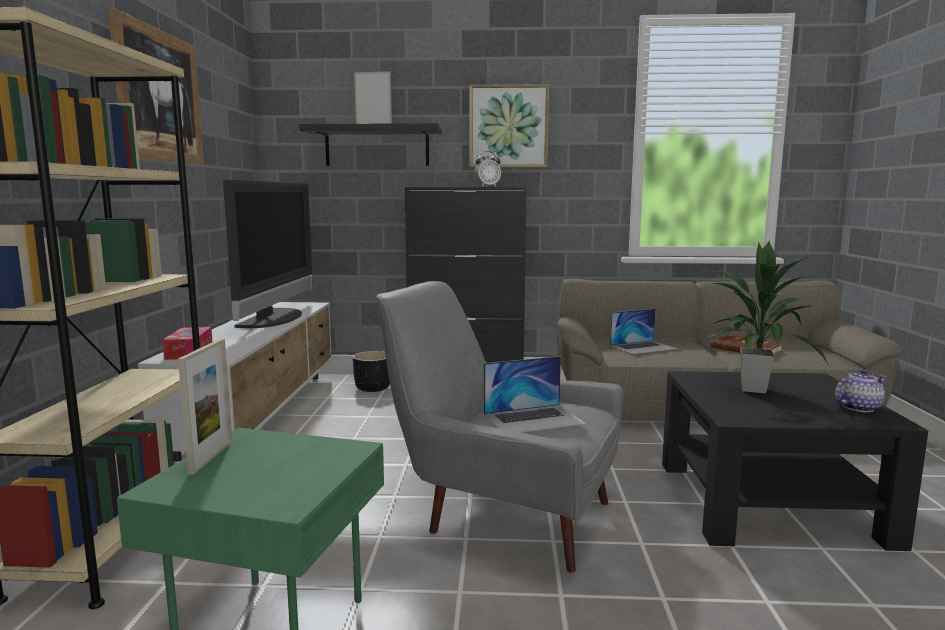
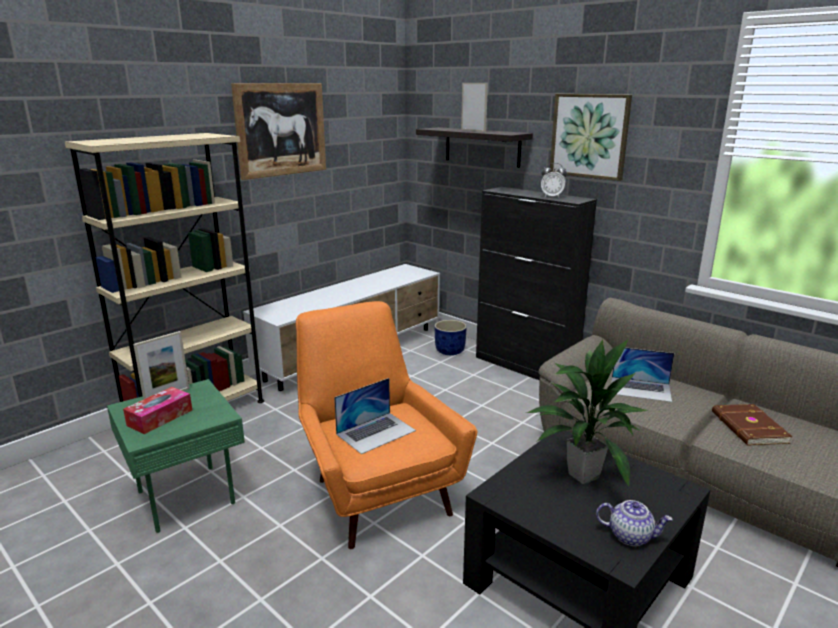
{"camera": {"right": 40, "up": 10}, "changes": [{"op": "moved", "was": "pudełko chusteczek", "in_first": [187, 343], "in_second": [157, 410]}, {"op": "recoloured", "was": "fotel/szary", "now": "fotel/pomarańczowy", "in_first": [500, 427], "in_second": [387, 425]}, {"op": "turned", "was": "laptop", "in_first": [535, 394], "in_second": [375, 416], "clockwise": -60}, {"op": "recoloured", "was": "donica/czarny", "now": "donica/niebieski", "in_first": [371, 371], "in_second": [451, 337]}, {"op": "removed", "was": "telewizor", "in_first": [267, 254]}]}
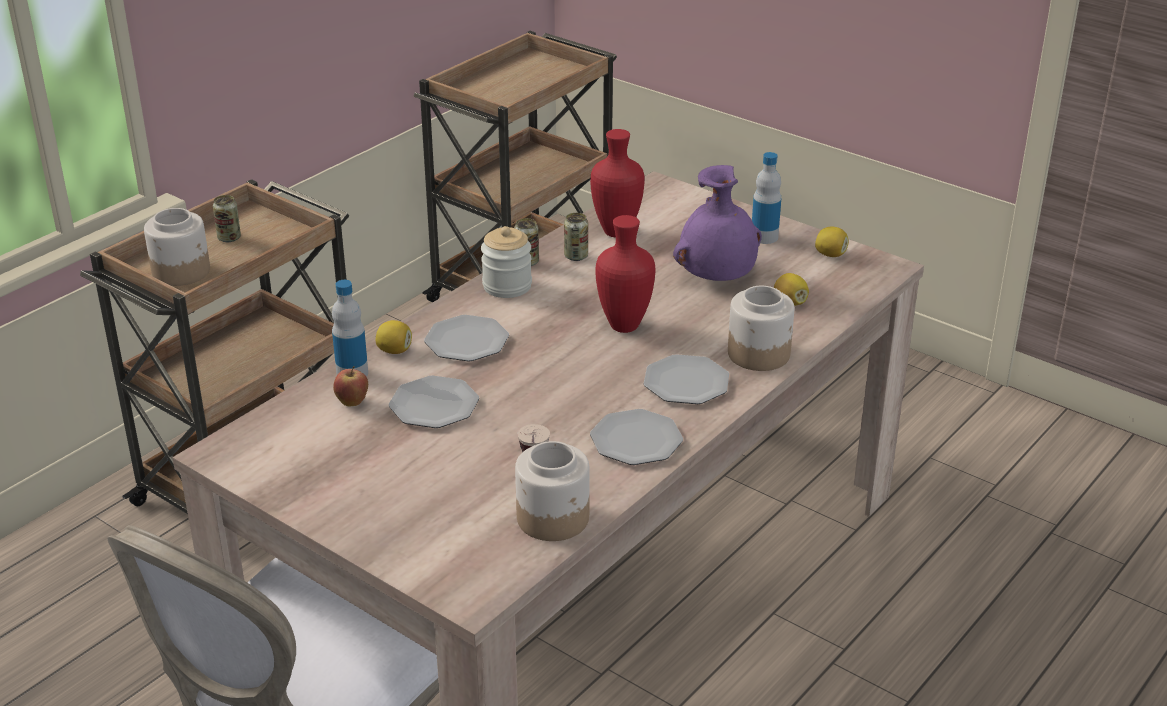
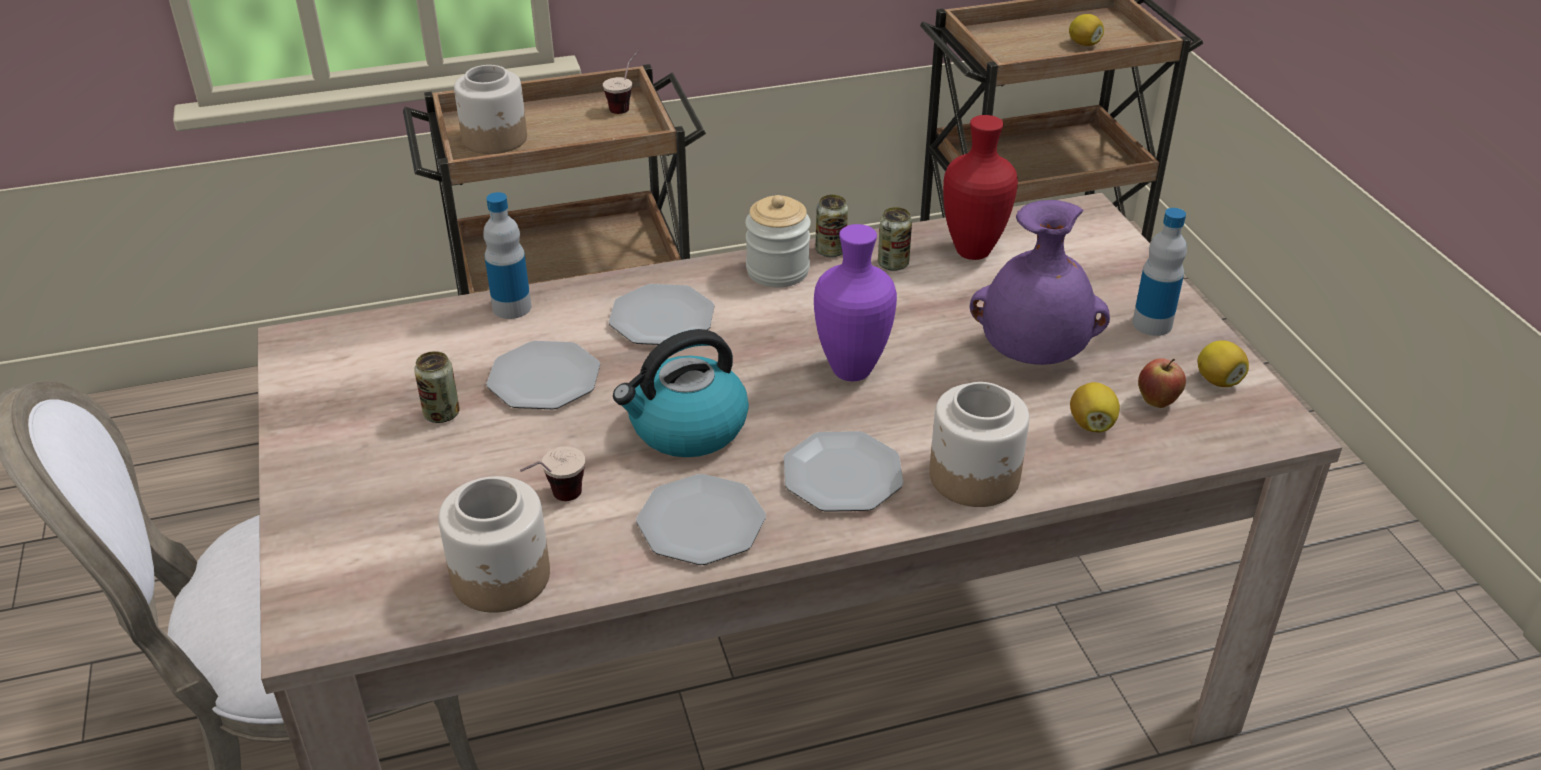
{"camera": {"right": 35, "up": 5}, "changes": [{"op": "moved", "was": "puszka", "in_first": [227, 218], "in_second": [437, 387]}, {"op": "added", "now": "filiżanka", "in_second": [621, 82]}, {"op": "added", "now": "czajnik", "in_second": [681, 393]}, {"op": "recoloured", "was": "wazon/czerwony", "now": "wazon/fioletowy", "in_first": [625, 274], "in_second": [855, 302]}, {"op": "moved", "was": "cytryna", "in_first": [393, 337], "in_second": [1086, 30]}, {"op": "moved", "was": "jabłko", "in_first": [350, 386], "in_second": [1162, 383]}]}
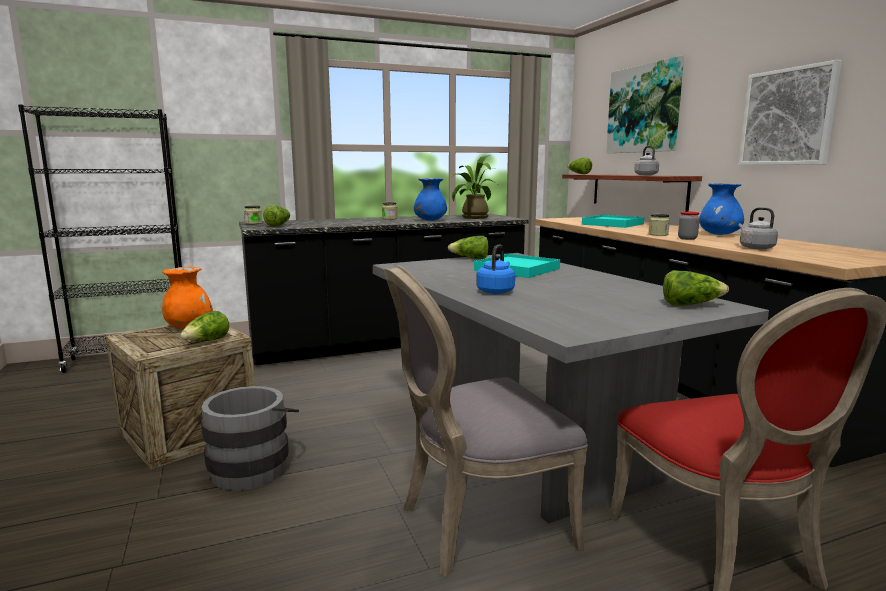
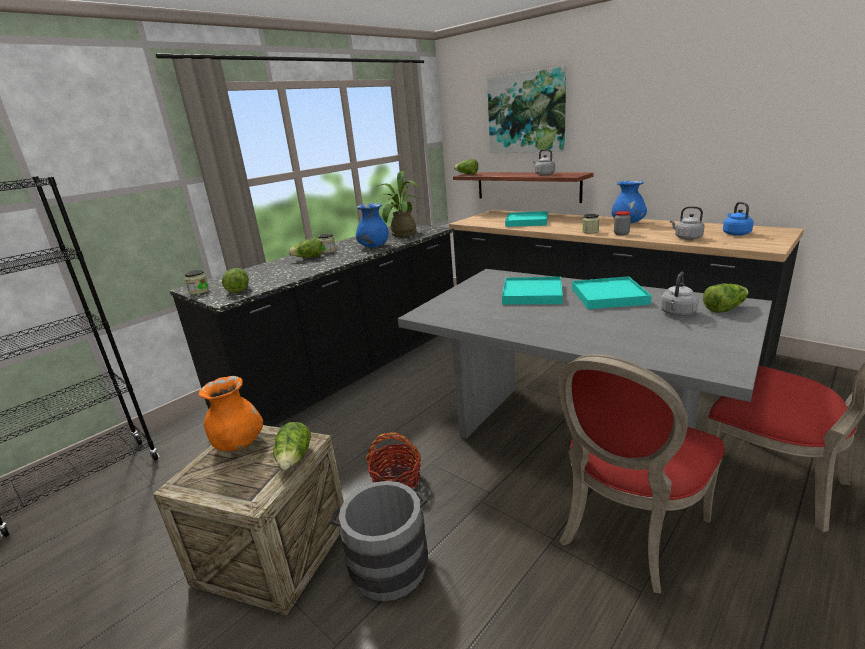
{"camera": {"right": -25, "up": 10}, "changes": [{"op": "moved", "was": "sałata", "in_first": [468, 247], "in_second": [305, 248]}, {"op": "added", "now": "koszyk", "in_second": [393, 460]}, {"op": "recoloured", "was": "krzesło/szary", "now": "krzesło/czerwony", "in_first": [486, 421], "in_second": [642, 473]}, {"op": "added", "now": "taca/turkusowy", "in_second": [612, 292]}, {"op": "added", "now": "czajnik/szary", "in_second": [679, 294]}, {"op": "moved", "was": "czajnik/niebieski", "in_first": [495, 269], "in_second": [738, 219]}, {"op": "removed", "was": "obraz", "in_first": [790, 112]}]}
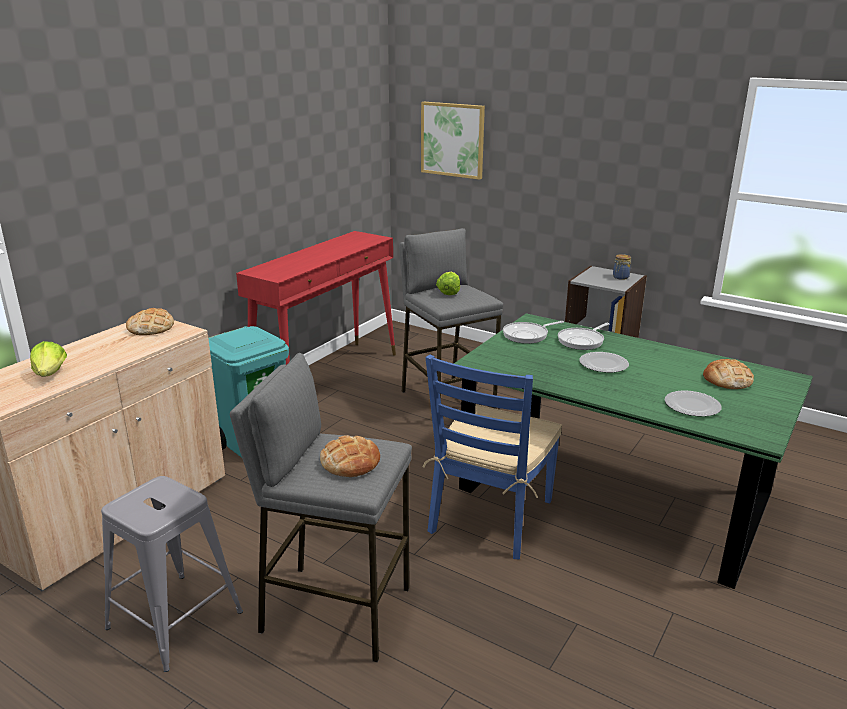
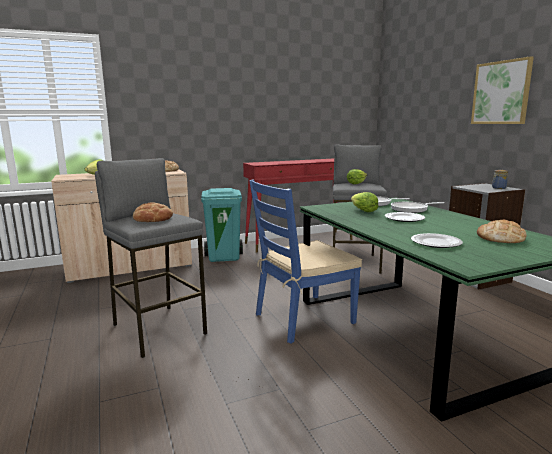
{"camera": {"right": 35, "up": -10}, "changes": [{"op": "added", "now": "sałata", "in_second": [364, 202]}, {"op": "moved", "was": "obraz", "in_first": [453, 141], "in_second": [502, 90]}, {"op": "removed", "was": "stołek/szary", "in_first": [172, 574]}]}
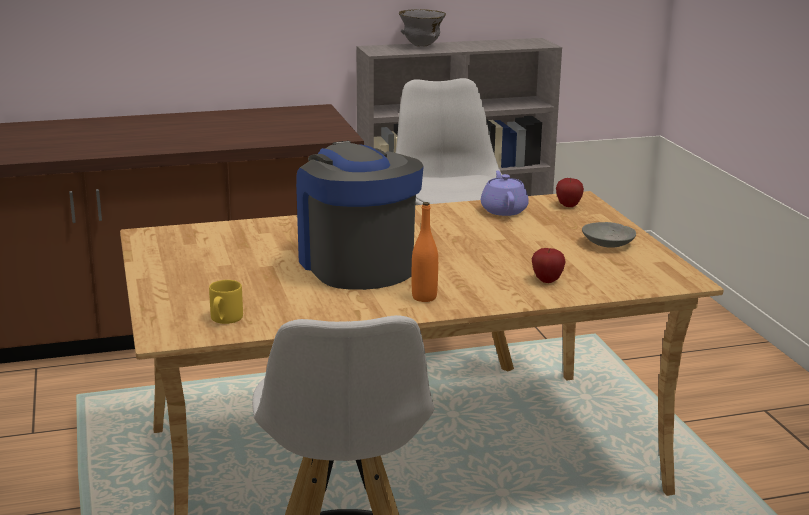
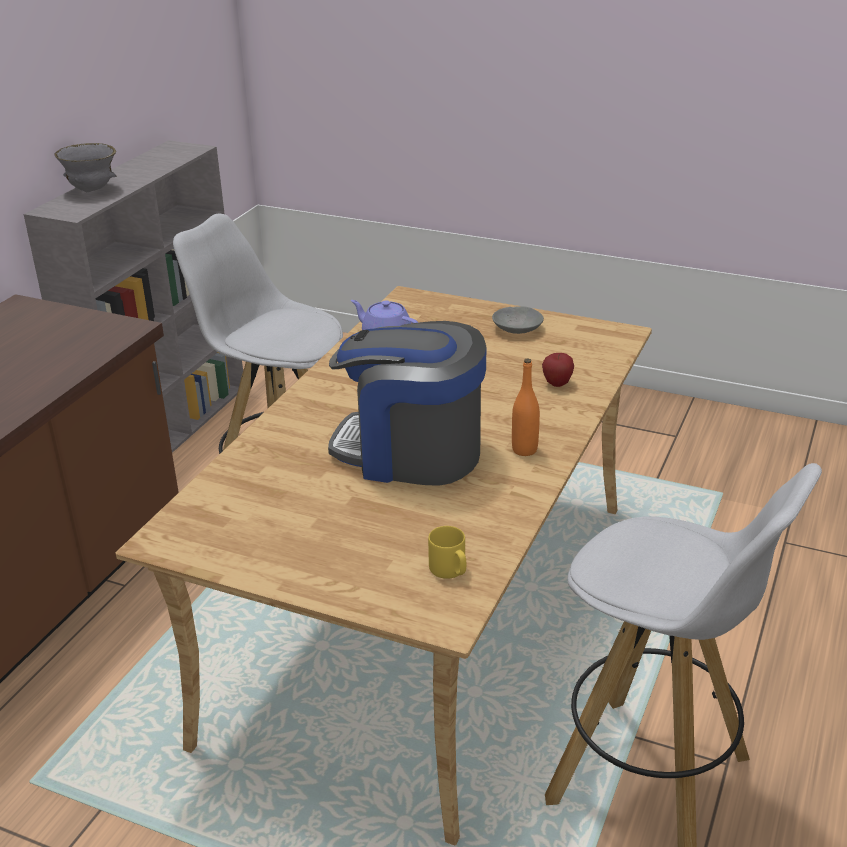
{"camera": {"right": -50, "up": 10}, "changes": [{"op": "removed", "was": "jabłko", "in_first": [570, 192]}]}
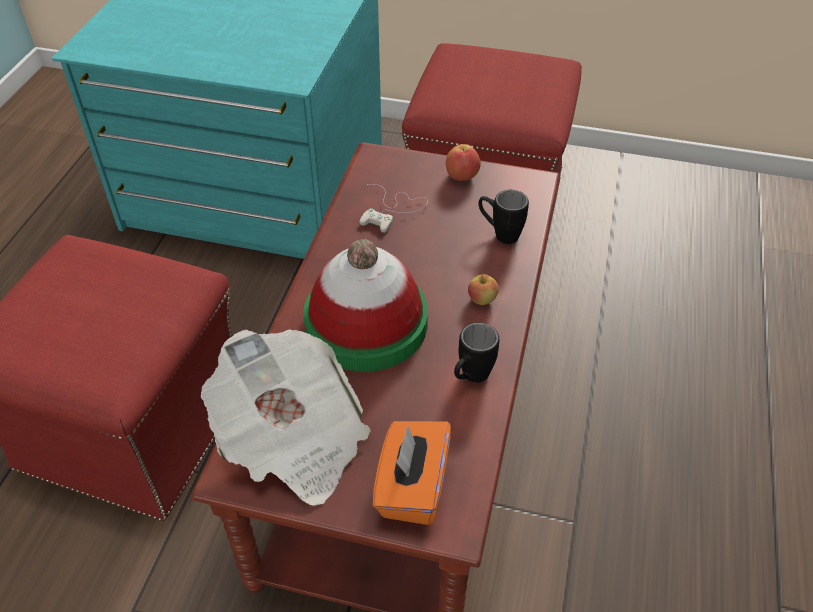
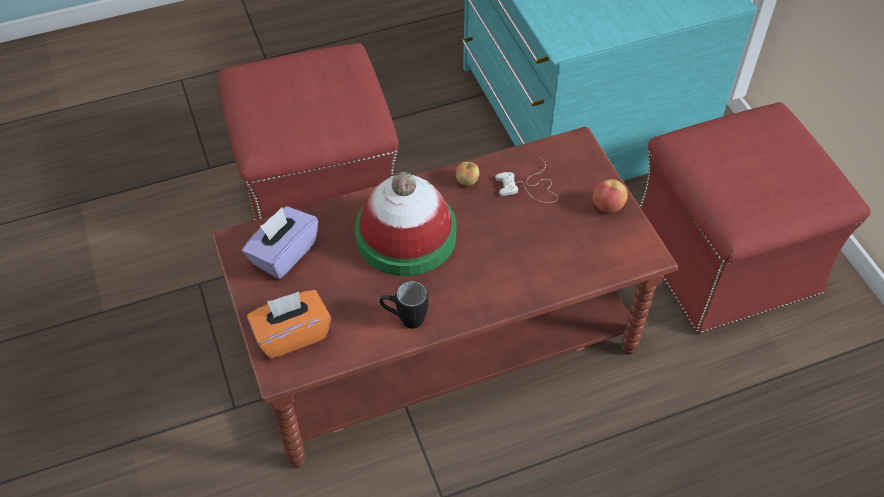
{"camera": {"right": 55, "up": 5}, "changes": [{"op": "replaced", "was": "gazeta", "now": "pudełko chusteczek/fioletowy", "in_first": [286, 417], "in_second": [280, 242]}, {"op": "moved", "was": "jabłko", "in_first": [483, 289], "in_second": [468, 173]}, {"op": "removed", "was": "kubek/czarny", "in_first": [504, 217]}]}
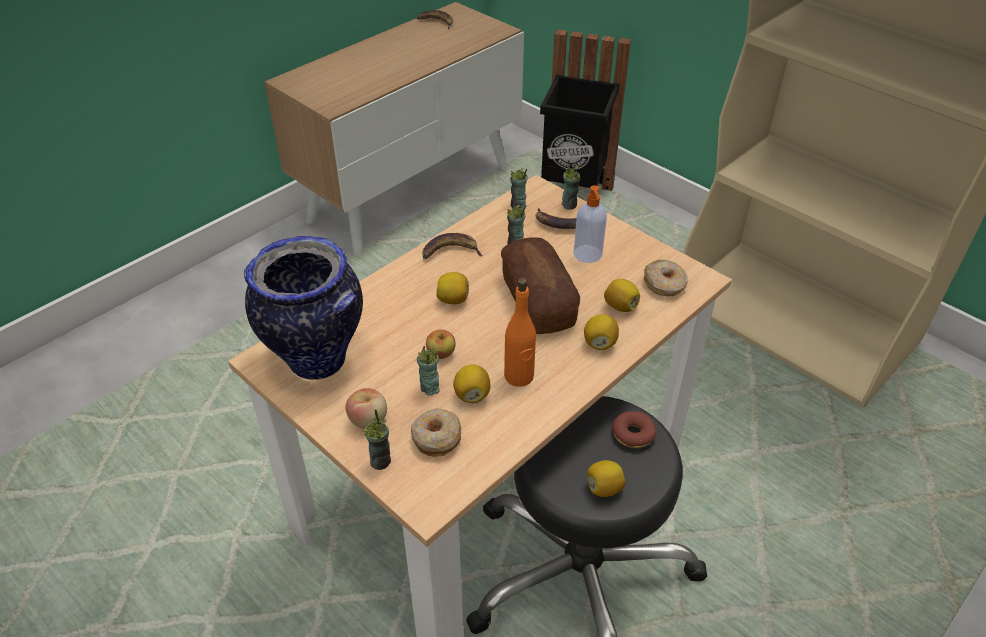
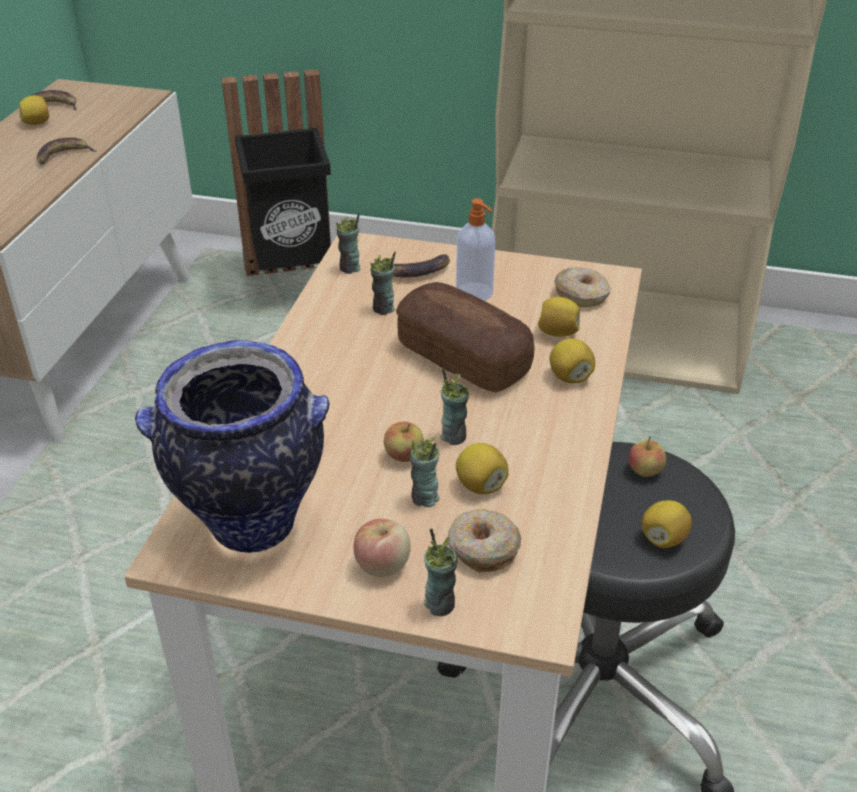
{"camera": {"right": -30, "up": -5}, "changes": [{"op": "moved", "was": "cytryna", "in_first": [453, 288], "in_second": [34, 110]}, {"op": "moved", "was": "banan", "in_first": [452, 246], "in_second": [66, 151]}, {"op": "moved", "was": "filiżanka", "in_first": [571, 185], "in_second": [454, 407]}, {"op": "replaced", "was": "donut", "now": "jabłko", "in_first": [633, 429], "in_second": [647, 456]}, {"op": "removed", "was": "butelka/pomarańczowy", "in_first": [520, 332]}]}
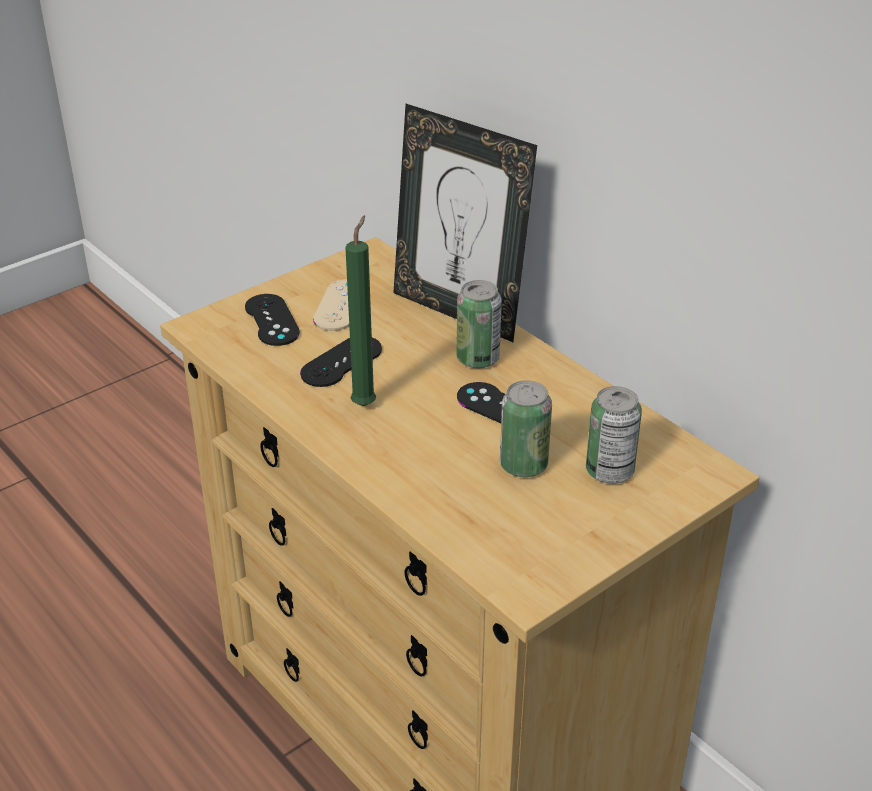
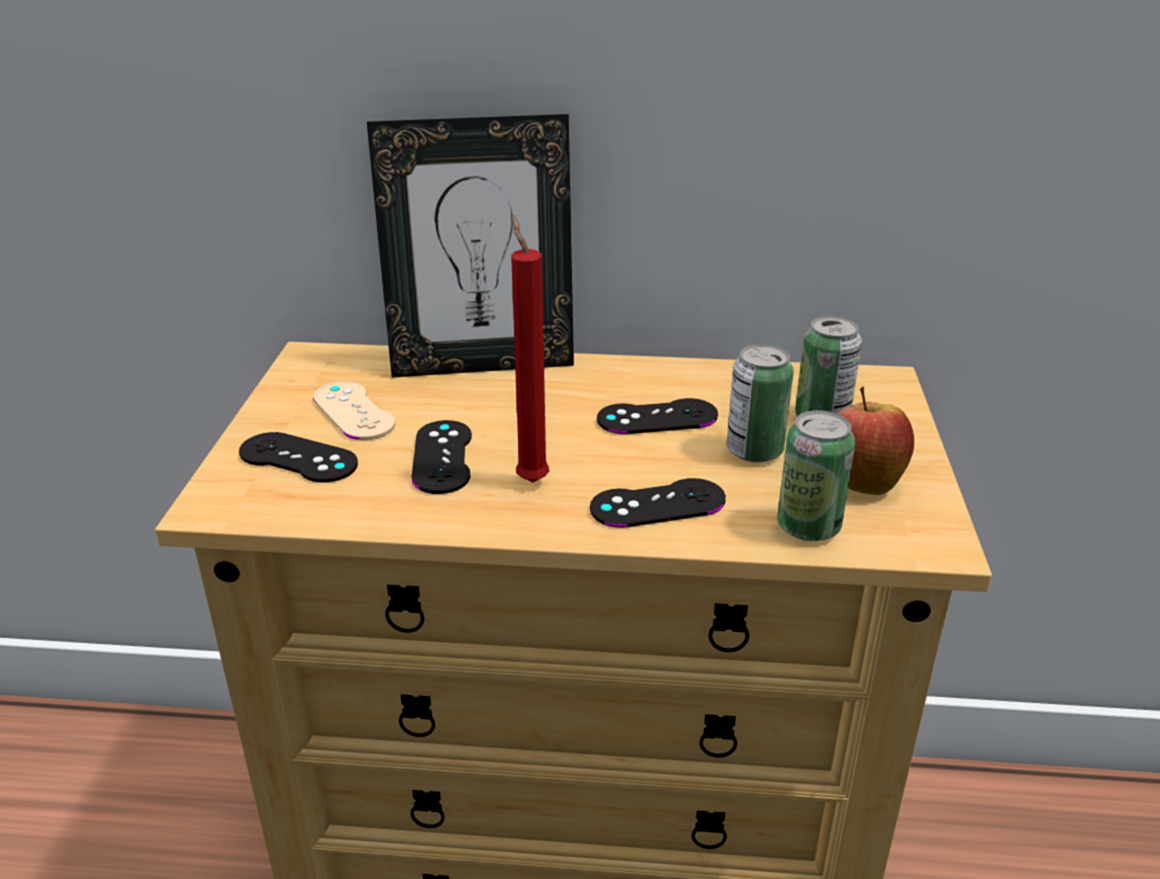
{"camera": {"right": -45, "up": -5}, "changes": [{"op": "recoloured", "was": "świeca/zielony", "now": "świeca/czerwony", "in_first": [360, 310], "in_second": [530, 348]}, {"op": "added", "now": "pad do gier/czarny", "in_second": [658, 503]}, {"op": "moved", "was": "puszka", "in_first": [479, 324], "in_second": [816, 475]}, {"op": "added", "now": "jabłko", "in_second": [875, 440]}]}
